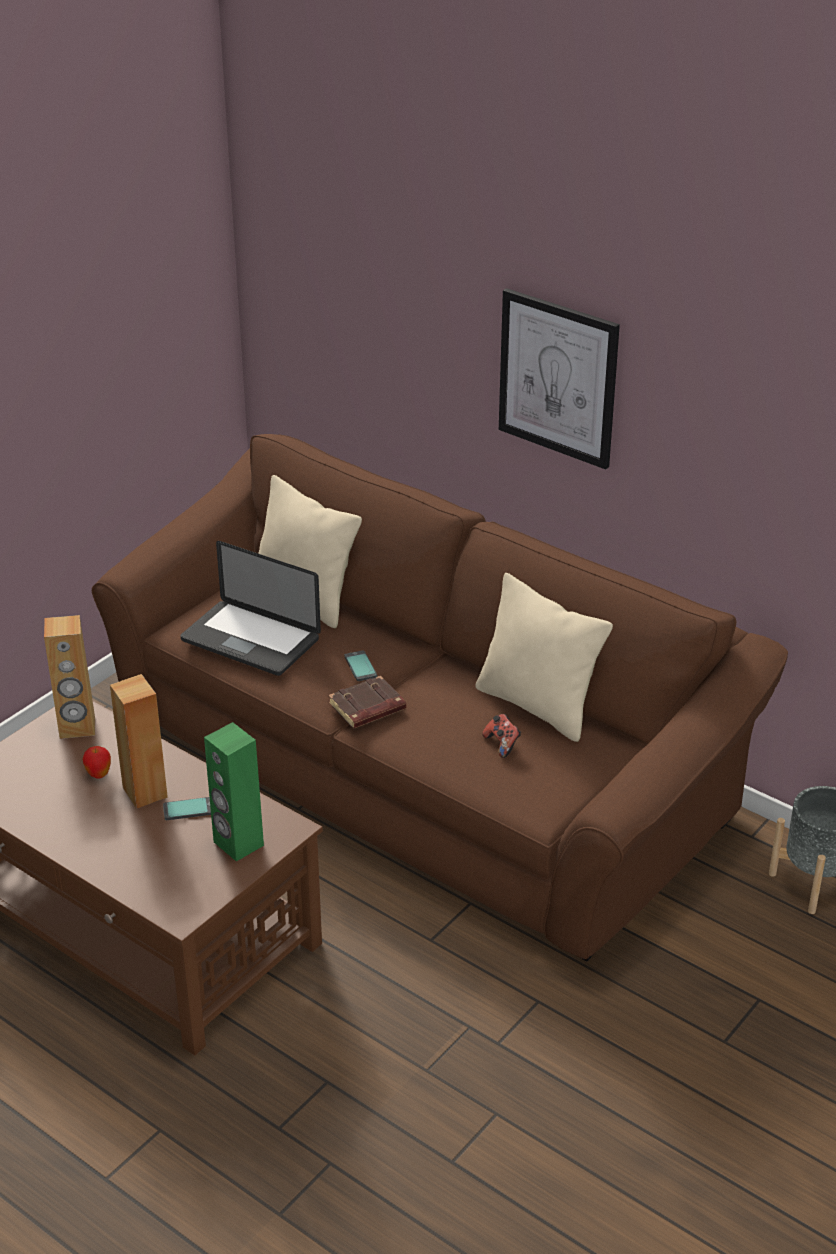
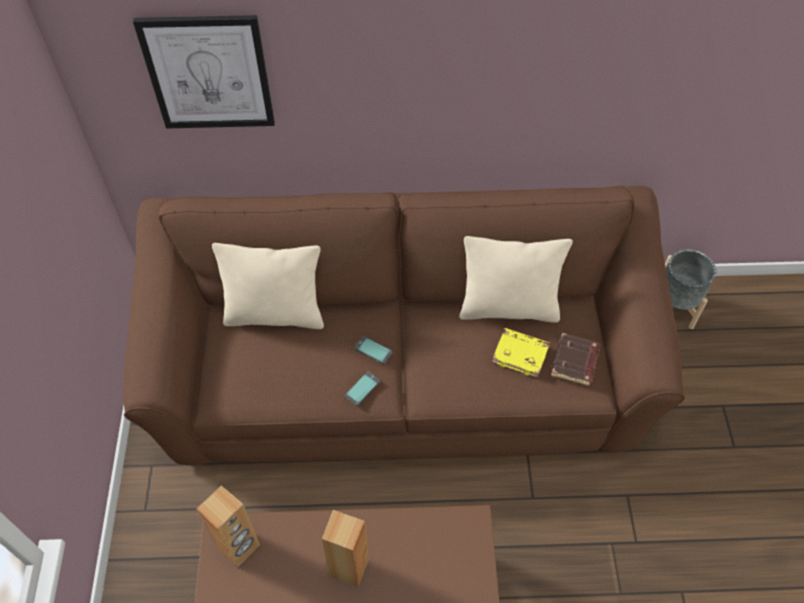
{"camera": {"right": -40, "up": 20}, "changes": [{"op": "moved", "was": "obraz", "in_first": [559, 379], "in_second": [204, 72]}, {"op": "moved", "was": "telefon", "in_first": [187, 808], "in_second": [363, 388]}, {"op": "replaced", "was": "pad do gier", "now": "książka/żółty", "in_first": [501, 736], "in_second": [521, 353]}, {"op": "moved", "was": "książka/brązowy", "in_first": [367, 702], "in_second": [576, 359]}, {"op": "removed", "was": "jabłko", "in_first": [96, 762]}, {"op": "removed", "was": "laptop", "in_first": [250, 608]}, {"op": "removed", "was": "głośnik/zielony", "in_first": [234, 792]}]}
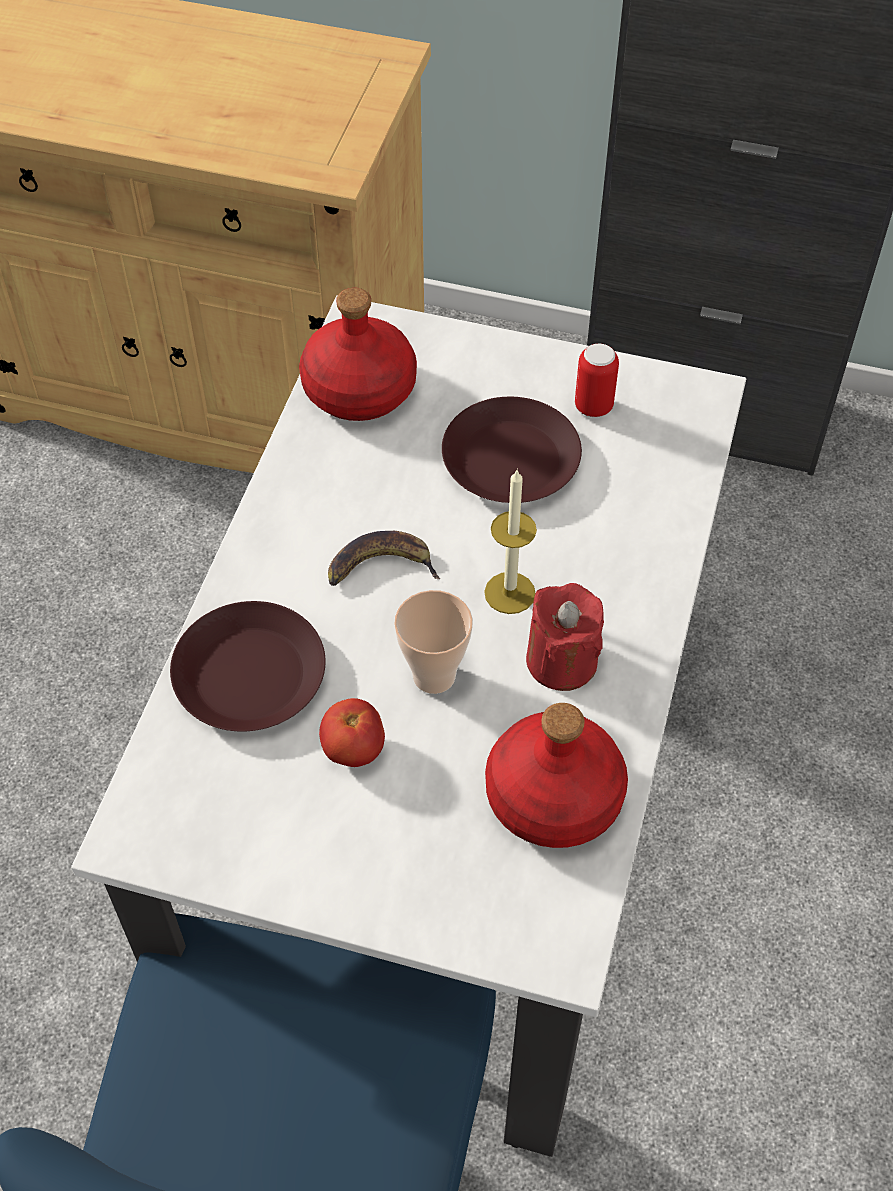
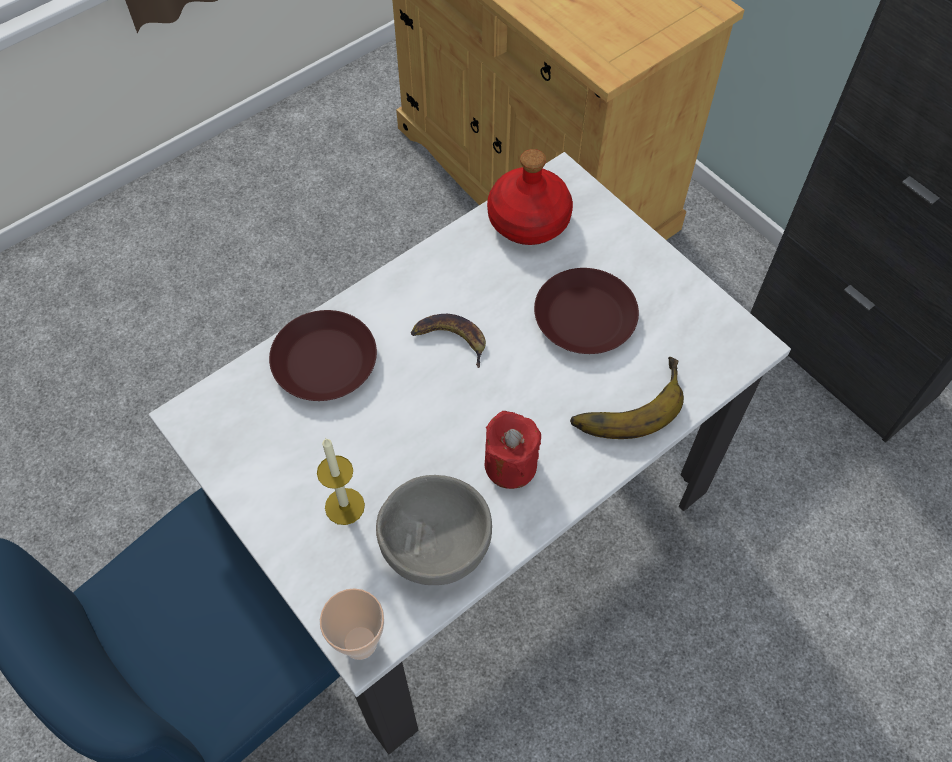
{"camera": {"right": 35, "up": 5}, "changes": [{"op": "moved", "was": "świeca", "in_first": [510, 542], "in_second": [341, 481]}, {"op": "moved", "was": "filiżanka", "in_first": [433, 642], "in_second": [352, 624]}, {"op": "replaced", "was": "butelka/czerwony", "now": "miska/szary", "in_first": [556, 775], "in_second": [434, 530]}, {"op": "added", "now": "banan", "in_second": [627, 398]}, {"op": "removed", "was": "pomidor", "in_first": [352, 732]}, {"op": "removed", "was": "puszka", "in_first": [597, 380]}]}
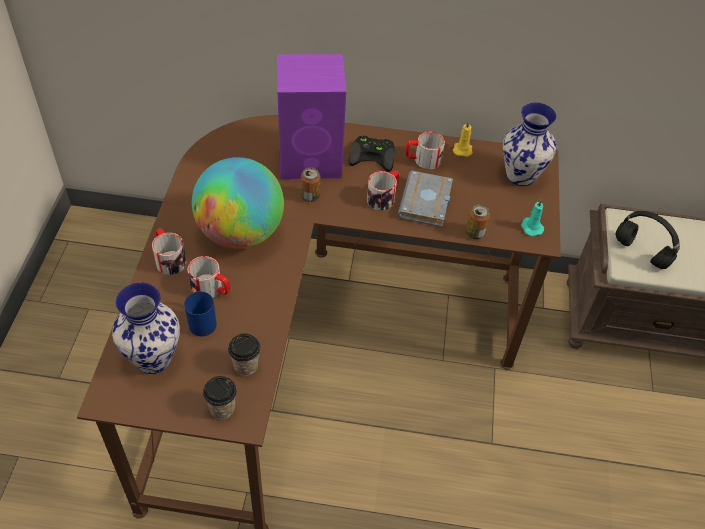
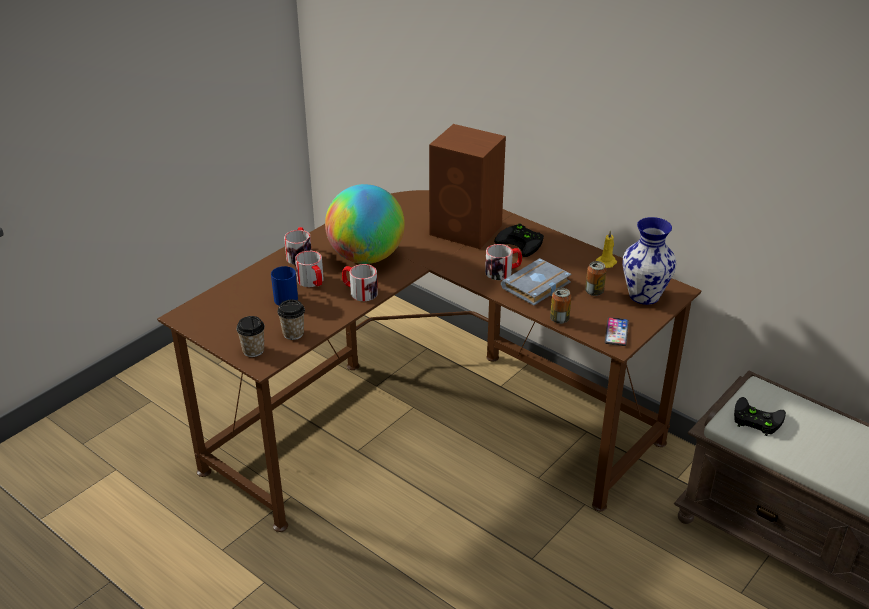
{"camera": {"right": 35, "up": -15}, "changes": [{"op": "moved", "was": "kubek", "in_first": [425, 150], "in_second": [360, 282]}, {"op": "recoloured", "was": "głośnik/fioletowy", "now": "głośnik/brązowy", "in_first": [311, 116], "in_second": [467, 186]}, {"op": "moved", "was": "puszka", "in_first": [310, 184], "in_second": [595, 278]}, {"op": "replaced", "was": "świeca/turkusowy", "now": "telefon", "in_first": [532, 217], "in_second": [617, 331]}, {"op": "replaced", "was": "słuchawki/czarny", "now": "pad do gier/czarny", "in_first": [648, 240], "in_second": [760, 416]}, {"op": "removed", "was": "wazon", "in_first": [146, 328]}]}
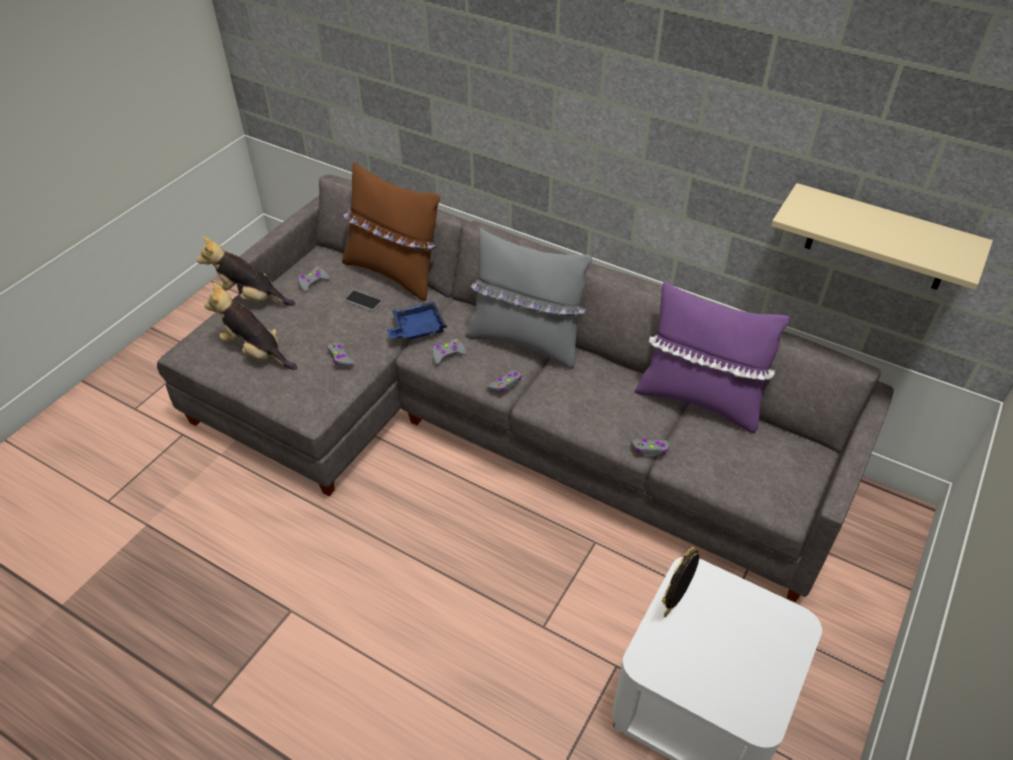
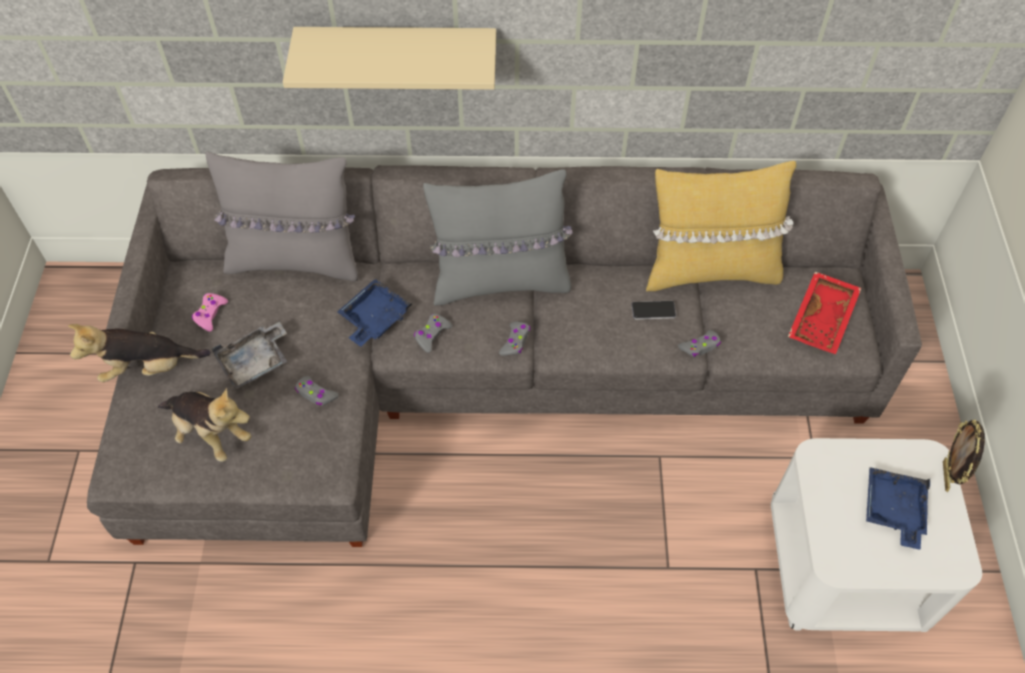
{"camera": {"right": -30, "up": 10}, "changes": [{"op": "turned", "was": "pluszak", "in_first": [250, 326], "in_second": [204, 424], "clockwise": -150}, {"op": "recoloured", "was": "pad do gier/szary", "now": "pad do gier/różowy", "in_first": [314, 279], "in_second": [210, 312]}, {"op": "recoloured", "was": "poduszka/brązowy", "now": "poduszka/szary", "in_first": [391, 231], "in_second": [281, 216]}, {"op": "added", "now": "taca/szary", "in_second": [250, 356]}, {"op": "moved", "was": "półka/beżowy", "in_first": [882, 236], "in_second": [389, 58]}, {"op": "moved", "was": "telefon", "in_first": [363, 301], "in_second": [653, 310]}, {"op": "recoloured", "was": "poduszka/fioletowy", "now": "poduszka/żółty", "in_first": [712, 357], "in_second": [721, 226]}, {"op": "added", "now": "taca/czerwony", "in_second": [825, 313]}, {"op": "added", "now": "taca/niebieski", "in_second": [898, 508]}, {"op": "moved", "was": "ramka na zdjęcie", "in_first": [680, 581], "in_second": [964, 456]}]}
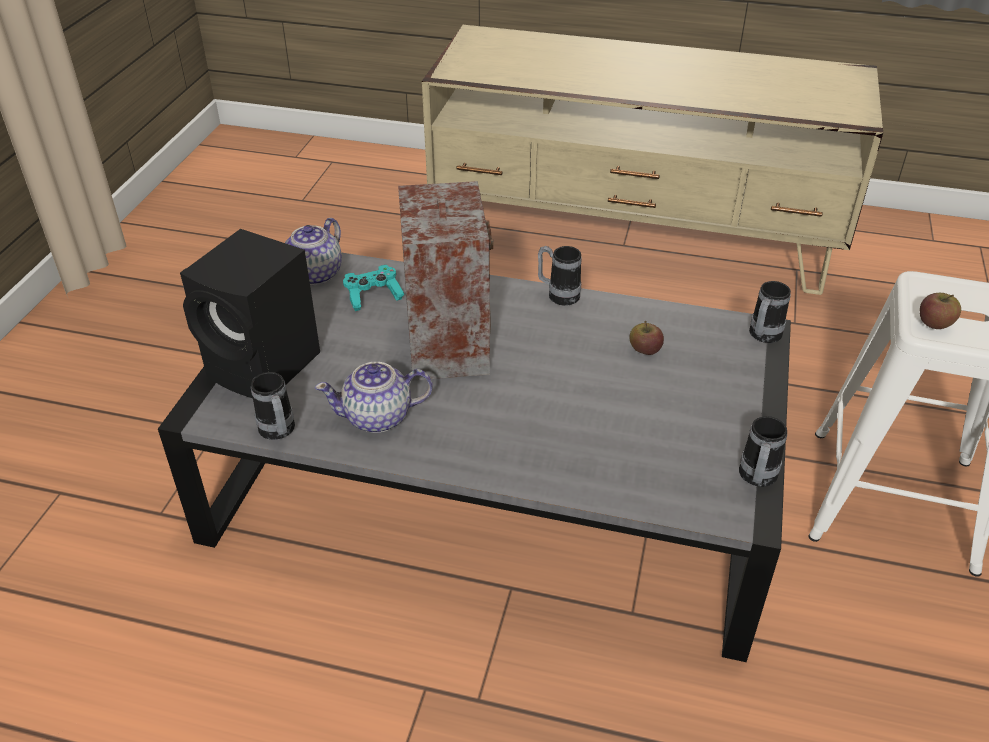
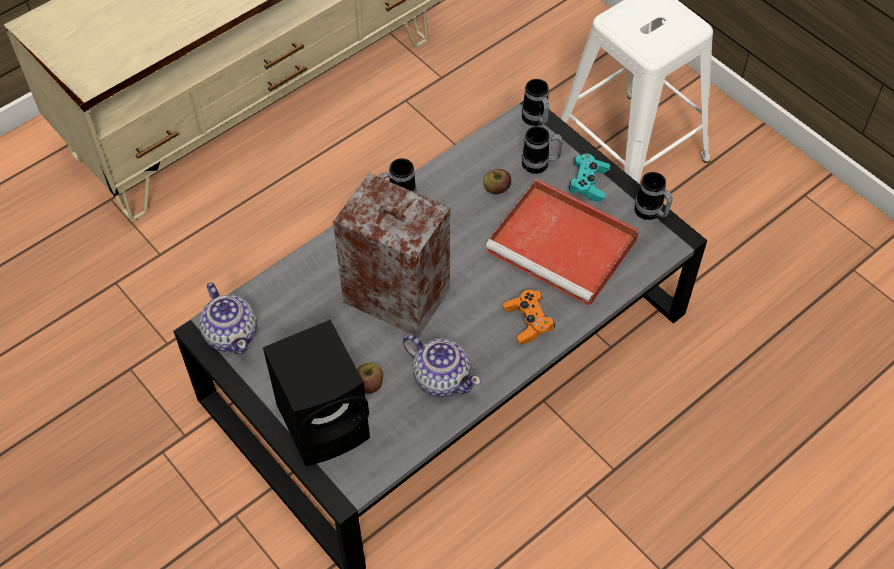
{"camera": {"right": -55, "up": 15}, "changes": [{"op": "moved", "was": "jabłko", "in_first": [940, 311], "in_second": [370, 378]}, {"op": "turned", "was": "imbryk", "in_first": [374, 397], "in_second": [442, 366], "clockwise": -75}, {"op": "added", "now": "taca/czerwony", "in_second": [562, 242]}, {"op": "added", "now": "pad do gier/pomarańczowy", "in_second": [529, 317]}, {"op": "moved", "was": "kubek", "in_first": [273, 406], "in_second": [542, 150]}, {"op": "moved", "was": "pad do gier/turkusowy", "in_first": [373, 288], "in_second": [589, 178]}]}
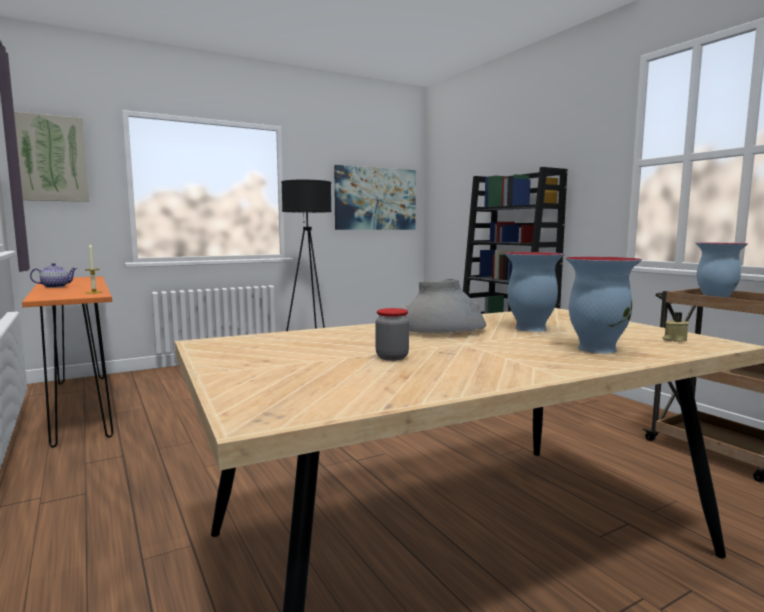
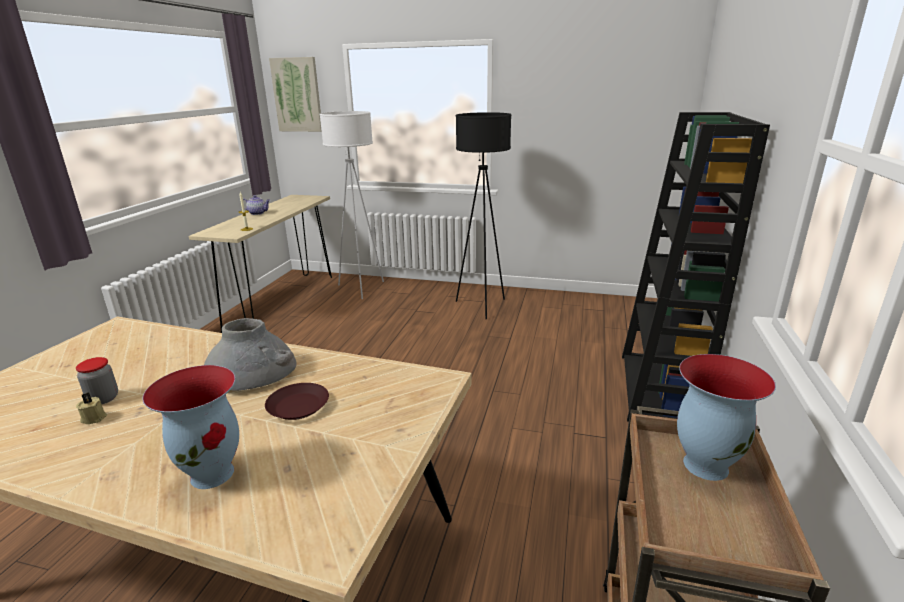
{"camera": {"right": 45, "up": 15}, "changes": [{"op": "moved", "was": "świeca/beżowy", "in_first": [675, 327], "in_second": [91, 408]}, {"op": "recoloured", "was": "stolik konsolowy/pomarańczowy", "now": "stolik konsolowy/beżowy", "in_first": [67, 362], "in_second": [260, 264]}, {"op": "replaced", "was": "wazon", "now": "talerz/brązowy", "in_first": [534, 292], "in_second": [297, 401]}, {"op": "added", "now": "lampa stojąca/biały", "in_second": [351, 205]}, {"op": "removed", "was": "obraz", "in_first": [375, 197]}]}
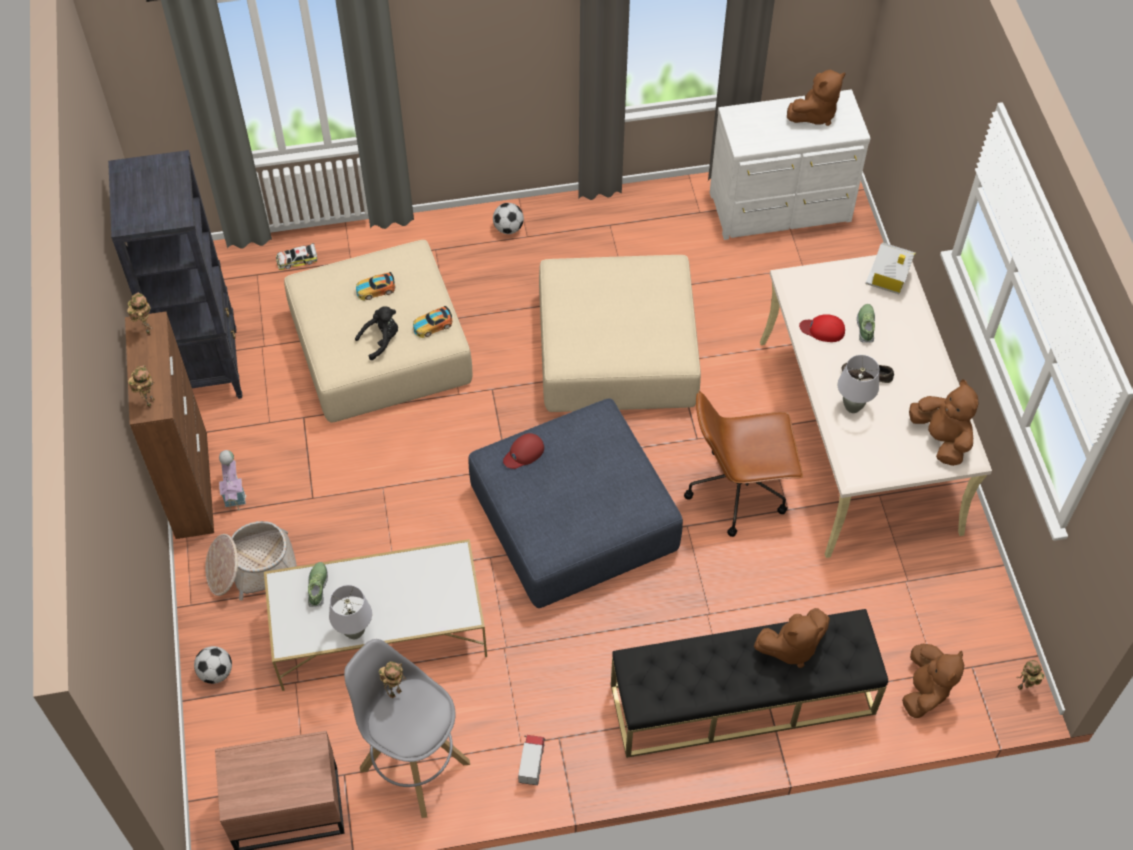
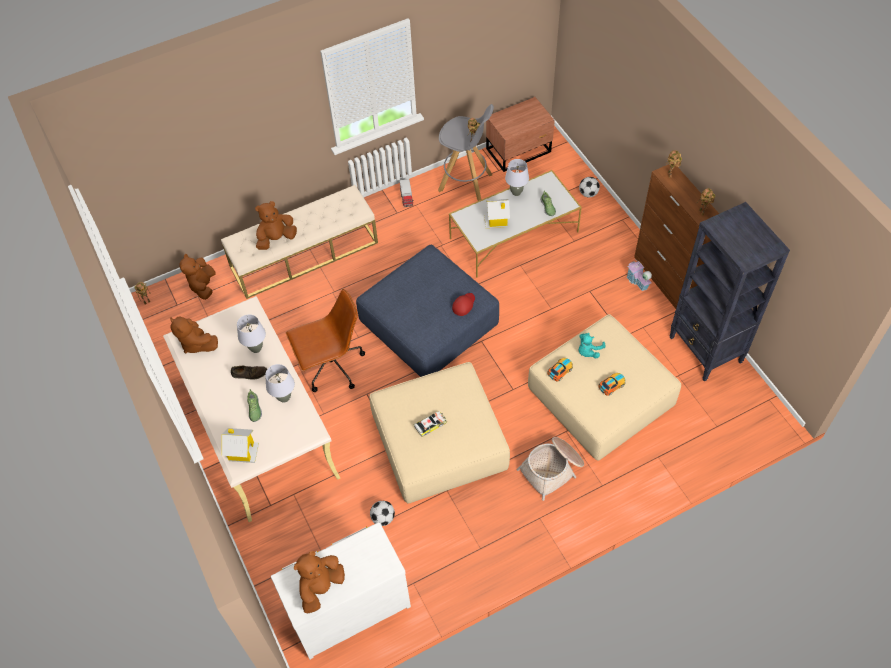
{"camera": {"right": 165, "up": 0}, "changes": [{"op": "recoloured", "was": "ławka/czarny", "now": "ławka/beżowy", "in_first": [749, 683], "in_second": [299, 242]}, {"op": "replaced", "was": "czapka z daszkiem/czerwony", "now": "lampa stołowa/szary", "in_first": [822, 328], "in_second": [280, 383]}, {"op": "moved", "was": "piłka futbolowa", "in_first": [508, 218], "in_second": [382, 513]}, {"op": "moved", "was": "samochodzik", "in_first": [296, 256], "in_second": [430, 424]}, {"op": "added", "now": "domek", "in_second": [497, 213]}, {"op": "moved", "was": "koszyk", "in_first": [251, 561], "in_second": [550, 469]}, {"op": "recoloured", "was": "pluszak/czarny", "now": "pluszak/turkusowy", "in_first": [376, 333], "in_second": [591, 345]}]}
